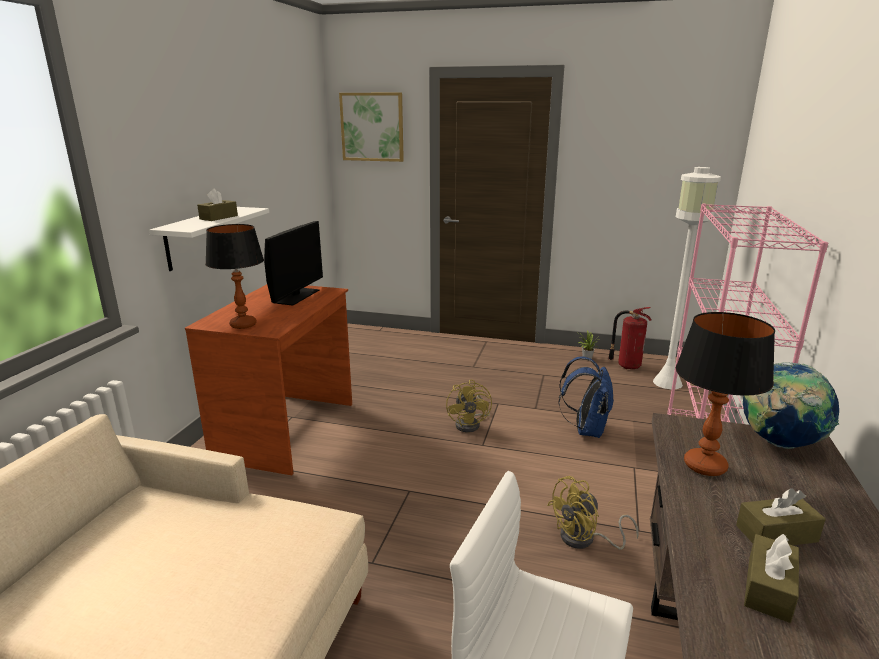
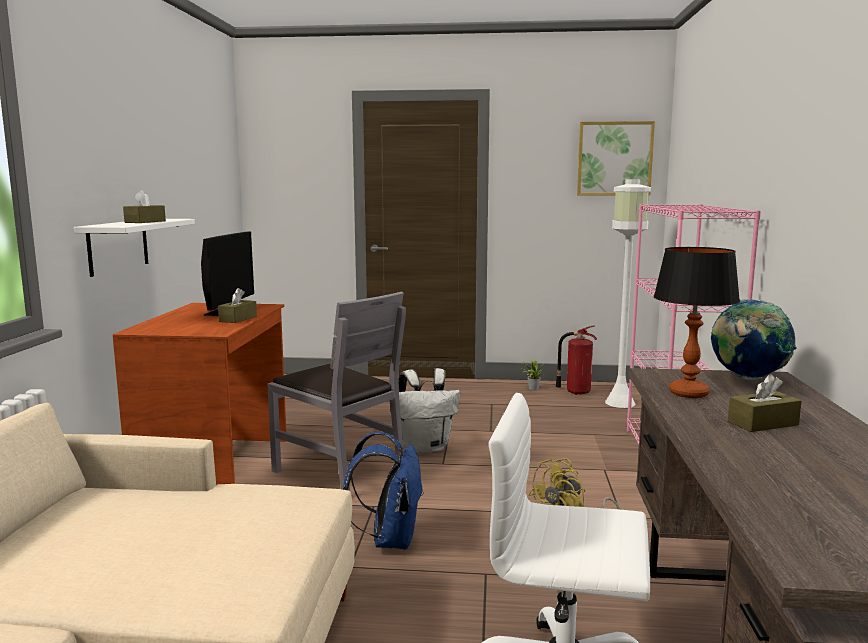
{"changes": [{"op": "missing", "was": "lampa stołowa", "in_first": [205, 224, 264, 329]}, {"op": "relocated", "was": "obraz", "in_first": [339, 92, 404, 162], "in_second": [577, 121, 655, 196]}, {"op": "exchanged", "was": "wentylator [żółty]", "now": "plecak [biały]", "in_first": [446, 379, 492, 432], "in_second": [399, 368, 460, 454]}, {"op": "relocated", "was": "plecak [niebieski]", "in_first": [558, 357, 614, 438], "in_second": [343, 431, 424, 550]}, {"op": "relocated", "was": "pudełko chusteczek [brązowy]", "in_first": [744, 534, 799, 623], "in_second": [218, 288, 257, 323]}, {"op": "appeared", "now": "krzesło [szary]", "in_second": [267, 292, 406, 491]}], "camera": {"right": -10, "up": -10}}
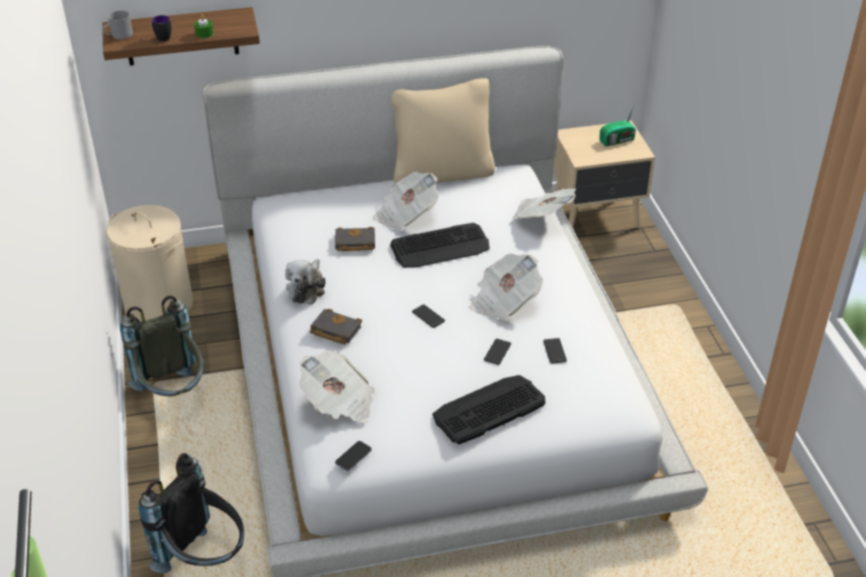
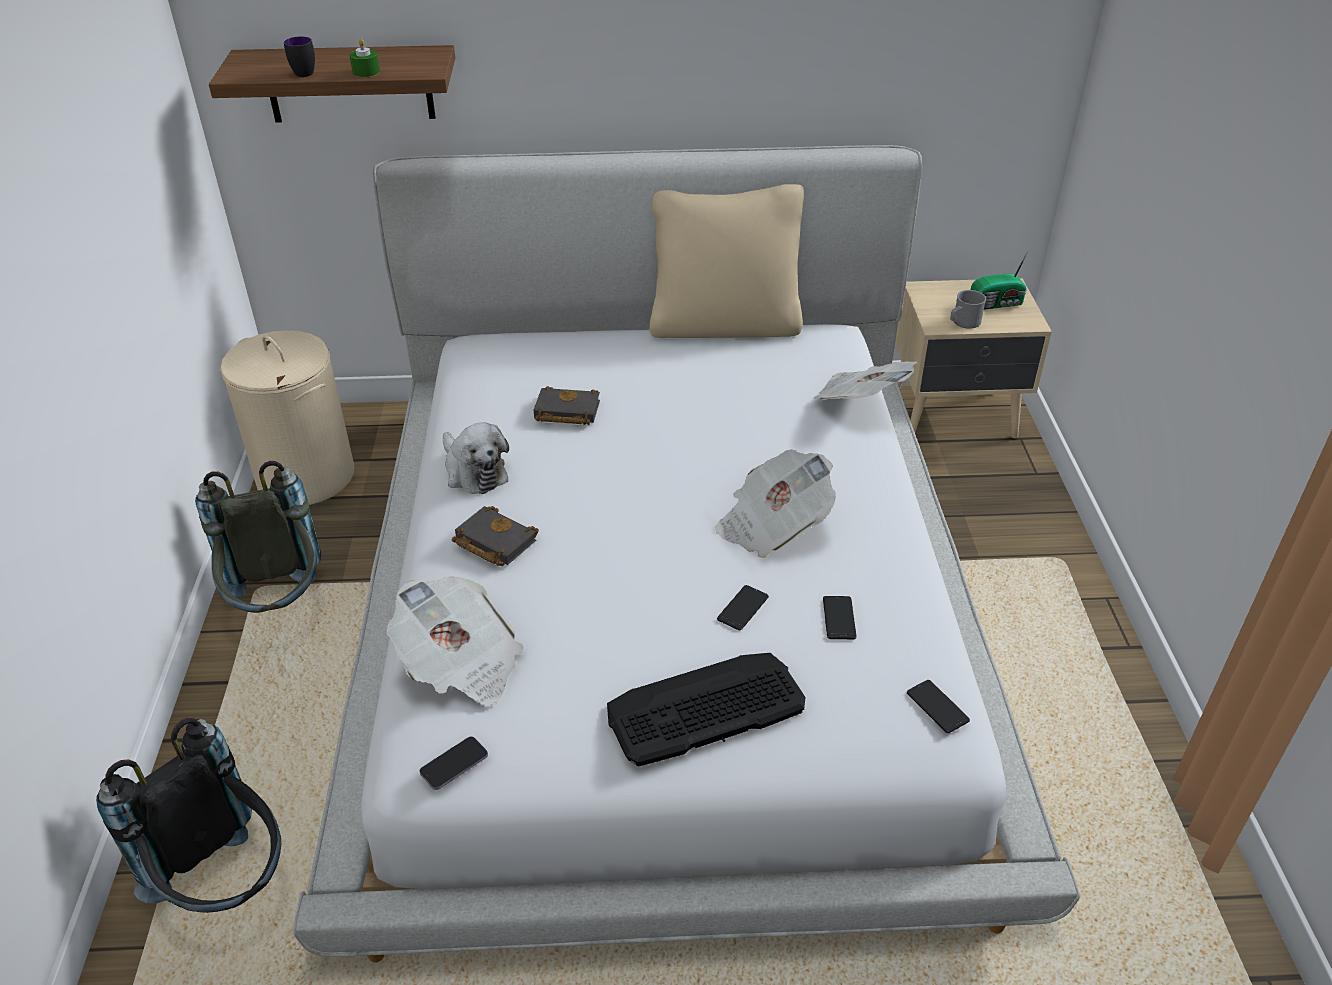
{"changes": [{"op": "relocated", "was": "kubek [szary]", "in_first": [103, 10, 133, 40], "in_second": [950, 290, 986, 329]}, {"op": "spun", "was": "pluszak", "in_first": [285, 258, 326, 304], "in_second": [443, 422, 509, 494], "clockwise": -60}, {"op": "missing", "was": "gazeta", "in_first": [373, 172, 439, 231]}, {"op": "missing", "was": "klawiatura", "in_first": [390, 223, 490, 267]}, {"op": "relocated", "was": "telefon", "in_first": [412, 304, 445, 328], "in_second": [907, 680, 970, 733]}], "camera": {"right": 10, "up": 0}}
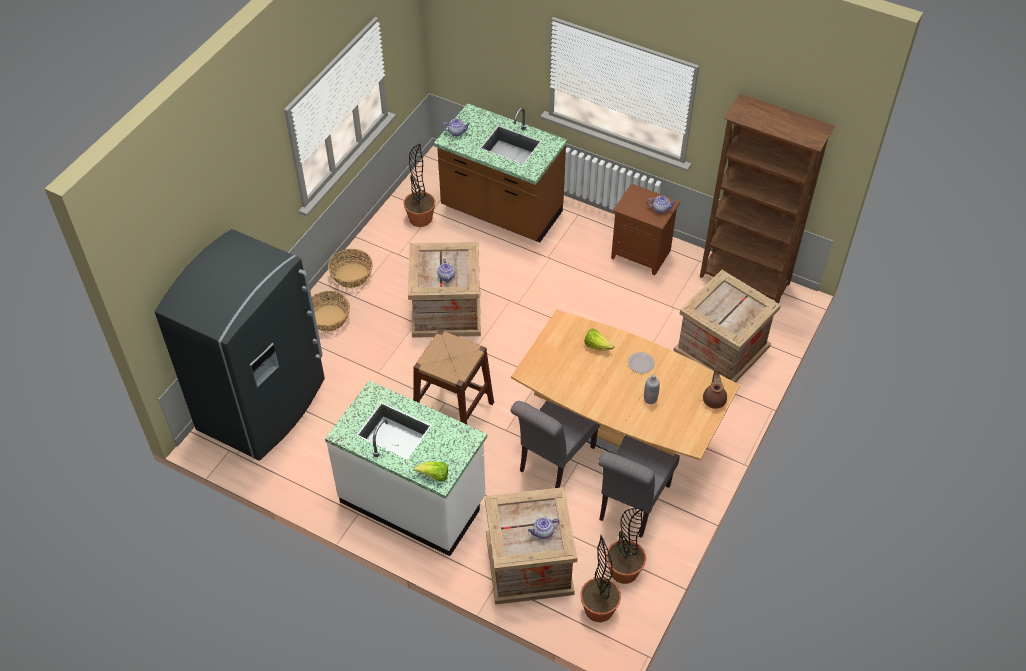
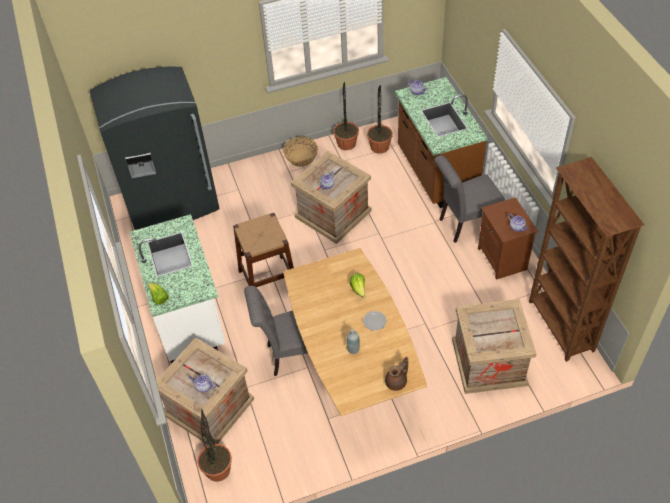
{"changes": [{"op": "missing", "was": "koszyk", "in_first": [312, 291, 350, 332]}, {"op": "relocated", "was": "krzesło [szary]", "in_first": [598, 435, 680, 538], "in_second": [434, 155, 505, 243]}, {"op": "relocated", "was": "roślina doniczkowa", "in_first": [606, 508, 646, 584], "in_second": [333, 82, 359, 150]}], "camera": {"right": 45, "up": 0}}
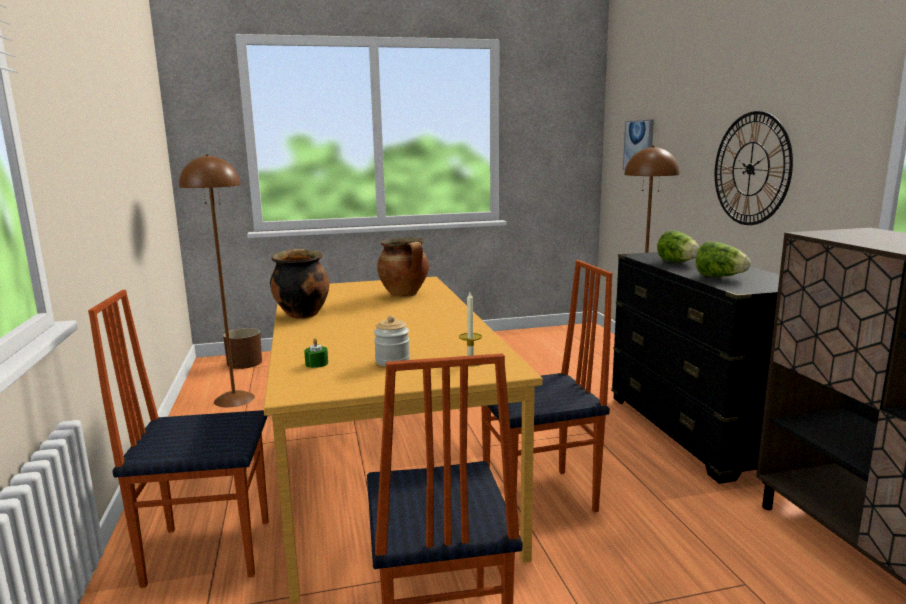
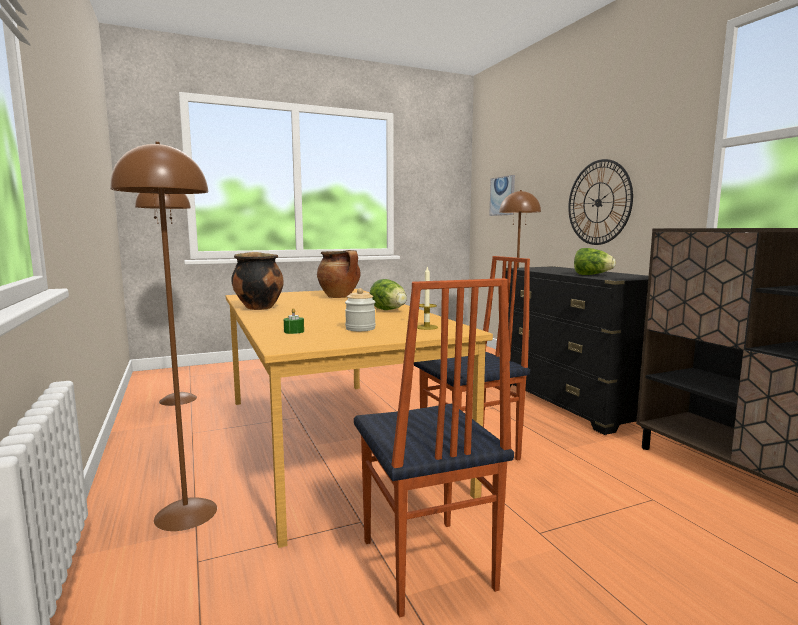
{"changes": [{"op": "exchanged", "was": "krzesło", "now": "lampa stojąca [brązowy]", "in_first": [88, 290, 269, 588], "in_second": [110, 142, 217, 531]}, {"op": "missing", "was": "donica [brązowy]", "in_first": [223, 328, 262, 369]}, {"op": "relocated", "was": "sałata", "in_first": [657, 230, 700, 262], "in_second": [370, 279, 407, 310]}], "camera": {"right": -10, "up": -5}}
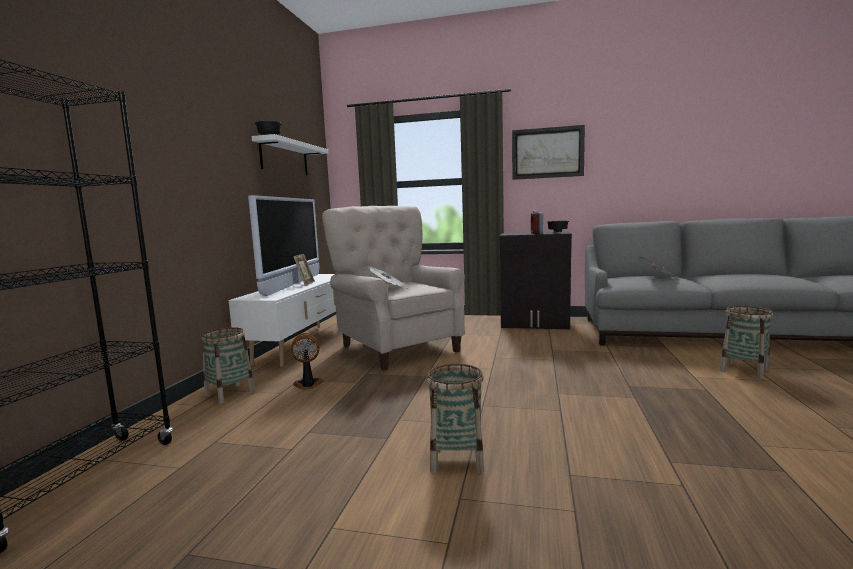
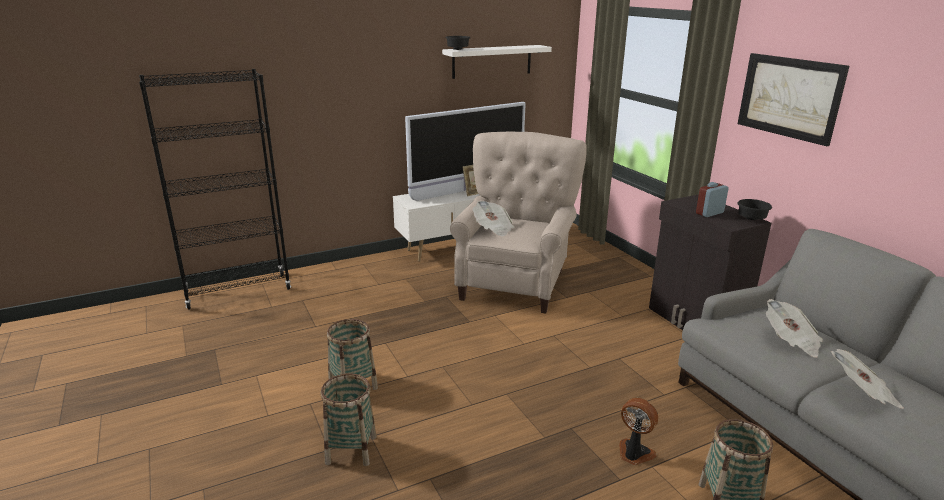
{"changes": [{"op": "relocated", "was": "koszyk", "in_first": [201, 327, 255, 404], "in_second": [320, 373, 376, 466]}, {"op": "relocated", "was": "wentylator", "in_first": [291, 333, 324, 390], "in_second": [619, 398, 658, 465]}, {"op": "appeared", "now": "gazeta", "in_second": [831, 349, 904, 409]}], "camera": {"right": 50, "up": 15}}
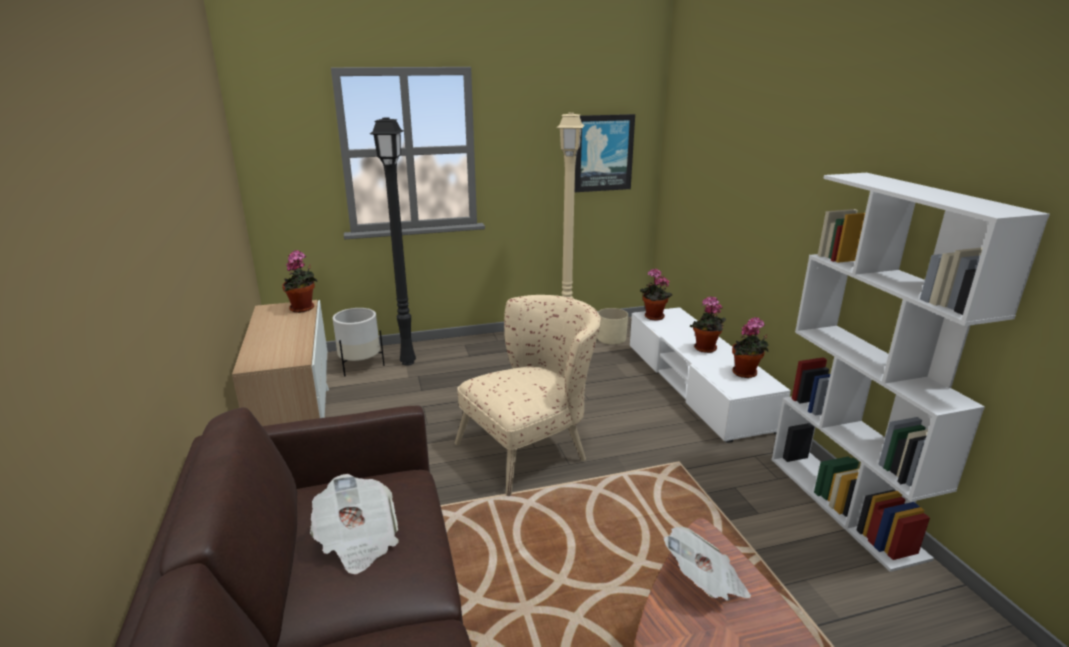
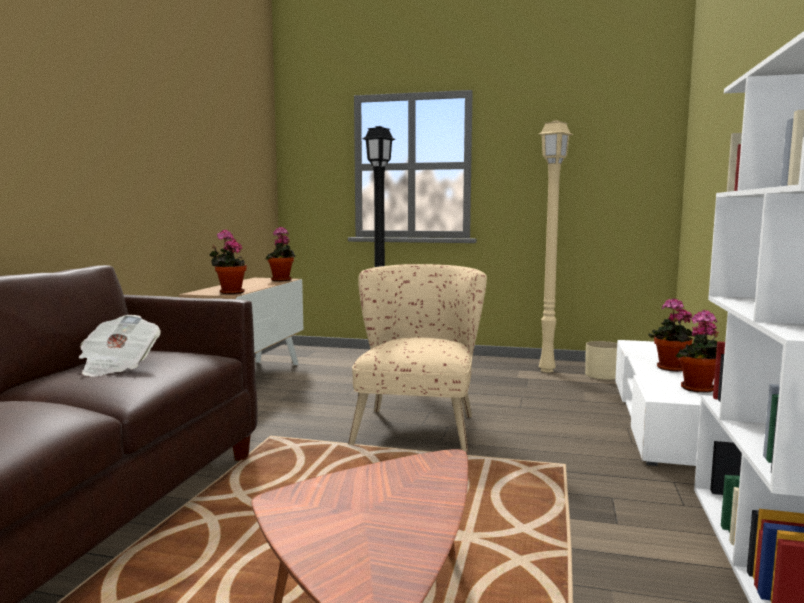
{"changes": [{"op": "missing", "was": "donica [biały]", "in_first": [333, 308, 385, 376]}, {"op": "spun", "was": "fotel [beżowy]", "in_first": [455, 295, 601, 496], "in_second": [348, 264, 487, 453], "clockwise": -75}, {"op": "missing", "was": "obraz", "in_first": [575, 114, 635, 192]}, {"op": "relocated", "was": "roślina doniczkowa", "in_first": [640, 268, 672, 320], "in_second": [210, 230, 247, 294]}, {"op": "missing", "was": "gazeta", "in_first": [664, 527, 751, 601]}], "camera": {"right": 30, "up": -15}}
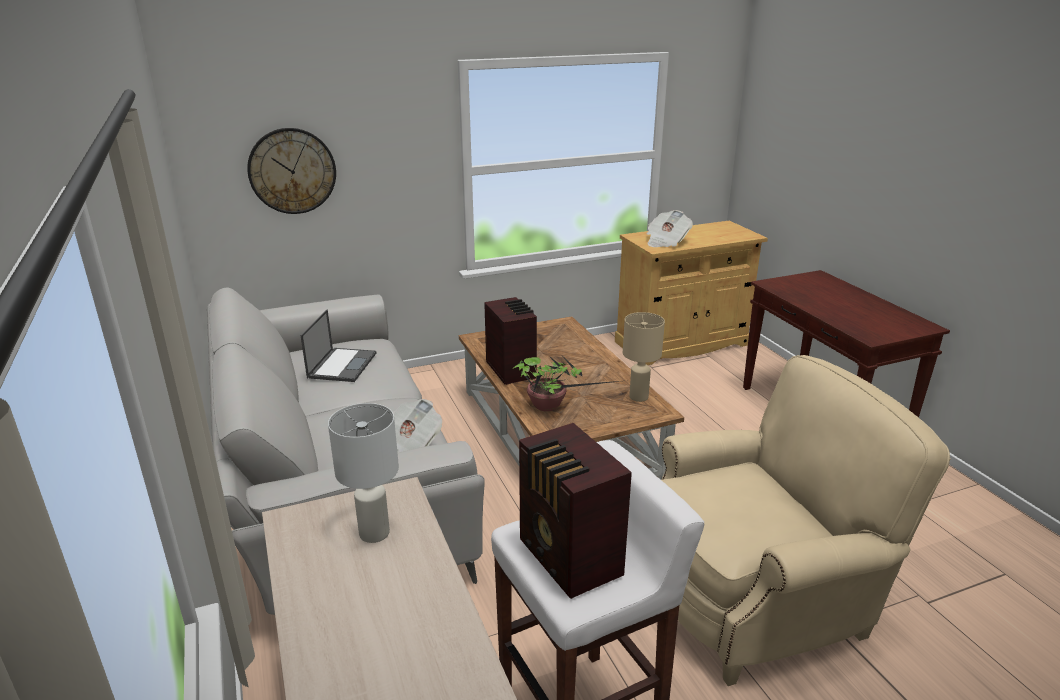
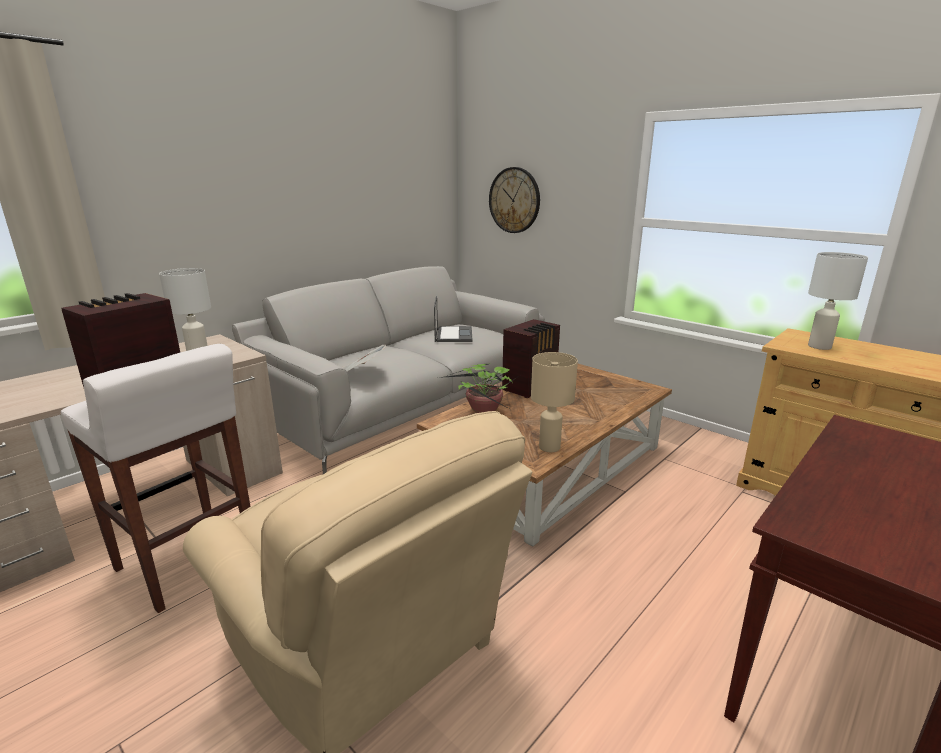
{"changes": [{"op": "spun", "was": "laptop", "in_first": [300, 310, 376, 382], "in_second": [434, 296, 473, 342], "clockwise": -75}, {"op": "exchanged", "was": "gazeta", "now": "lampa stołowa [biały]", "in_first": [646, 210, 693, 247], "in_second": [808, 252, 868, 350]}], "camera": {"right": 65, "up": -5}}
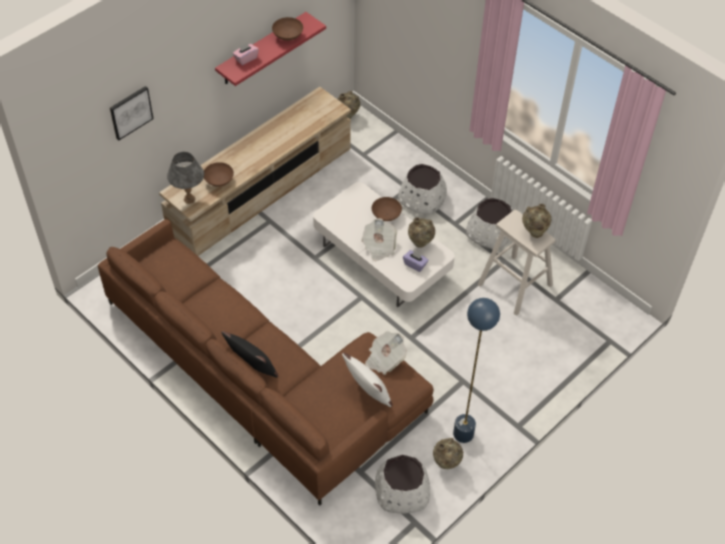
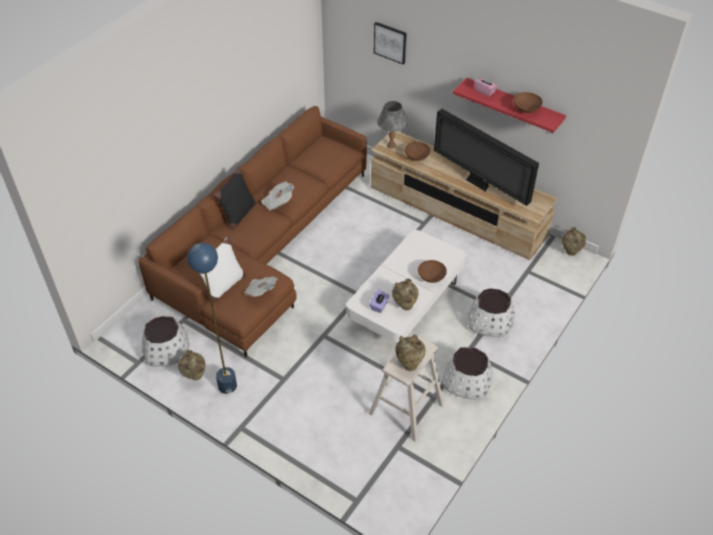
{"changes": [{"op": "relocated", "was": "gazeta", "in_first": [362, 218, 397, 261], "in_second": [261, 181, 294, 211]}, {"op": "appeared", "now": "telewizor", "in_second": [434, 109, 539, 206]}], "camera": {"right": 80, "up": -5}}
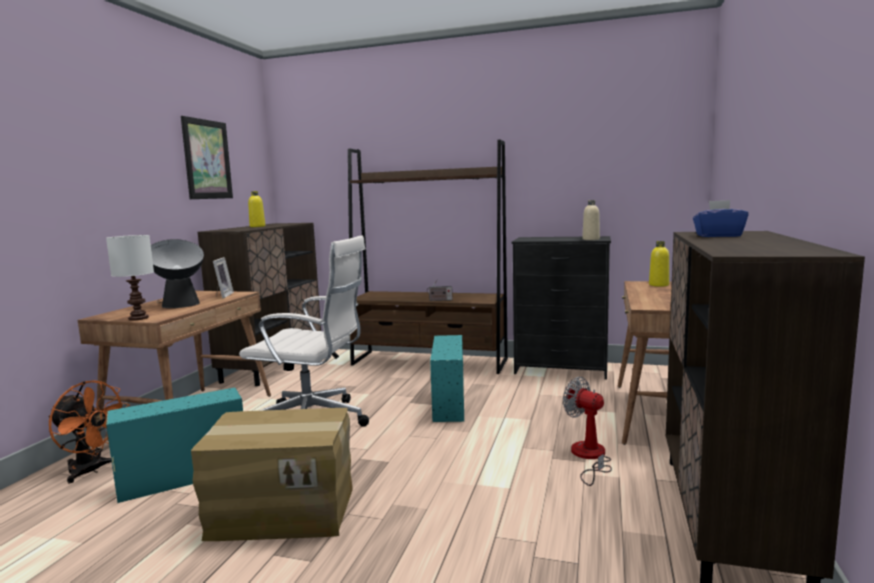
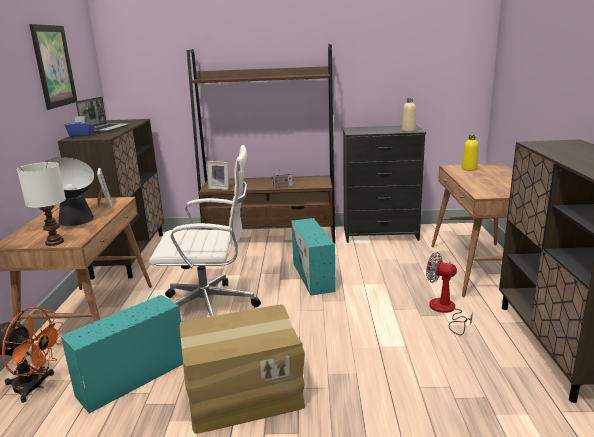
{"changes": [{"op": "exchanged", "was": "butelka [żółty]", "now": "laptop", "in_first": [248, 191, 265, 227], "in_second": [76, 97, 130, 133]}, {"op": "relocated", "was": "pudełko chusteczek [niebieski]", "in_first": [693, 200, 749, 237], "in_second": [65, 116, 95, 137]}, {"op": "appeared", "now": "ramka na zdjęcie", "in_second": [207, 161, 229, 190]}], "camera": {"right": -15, "up": 10}}
